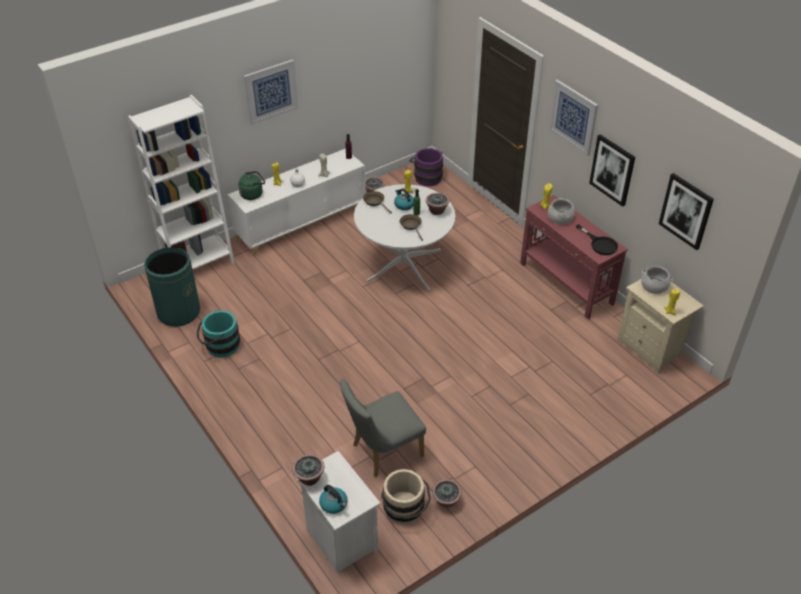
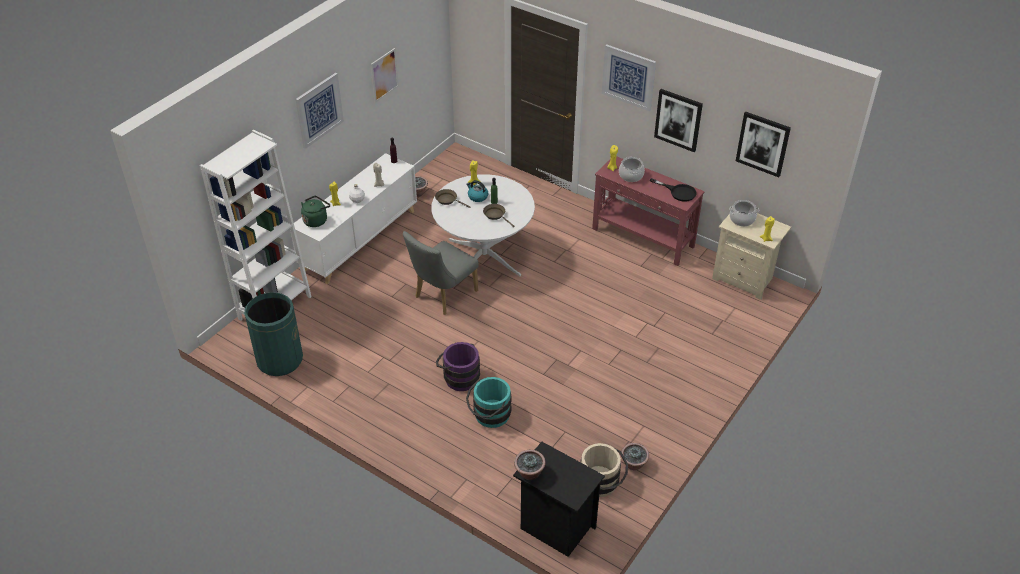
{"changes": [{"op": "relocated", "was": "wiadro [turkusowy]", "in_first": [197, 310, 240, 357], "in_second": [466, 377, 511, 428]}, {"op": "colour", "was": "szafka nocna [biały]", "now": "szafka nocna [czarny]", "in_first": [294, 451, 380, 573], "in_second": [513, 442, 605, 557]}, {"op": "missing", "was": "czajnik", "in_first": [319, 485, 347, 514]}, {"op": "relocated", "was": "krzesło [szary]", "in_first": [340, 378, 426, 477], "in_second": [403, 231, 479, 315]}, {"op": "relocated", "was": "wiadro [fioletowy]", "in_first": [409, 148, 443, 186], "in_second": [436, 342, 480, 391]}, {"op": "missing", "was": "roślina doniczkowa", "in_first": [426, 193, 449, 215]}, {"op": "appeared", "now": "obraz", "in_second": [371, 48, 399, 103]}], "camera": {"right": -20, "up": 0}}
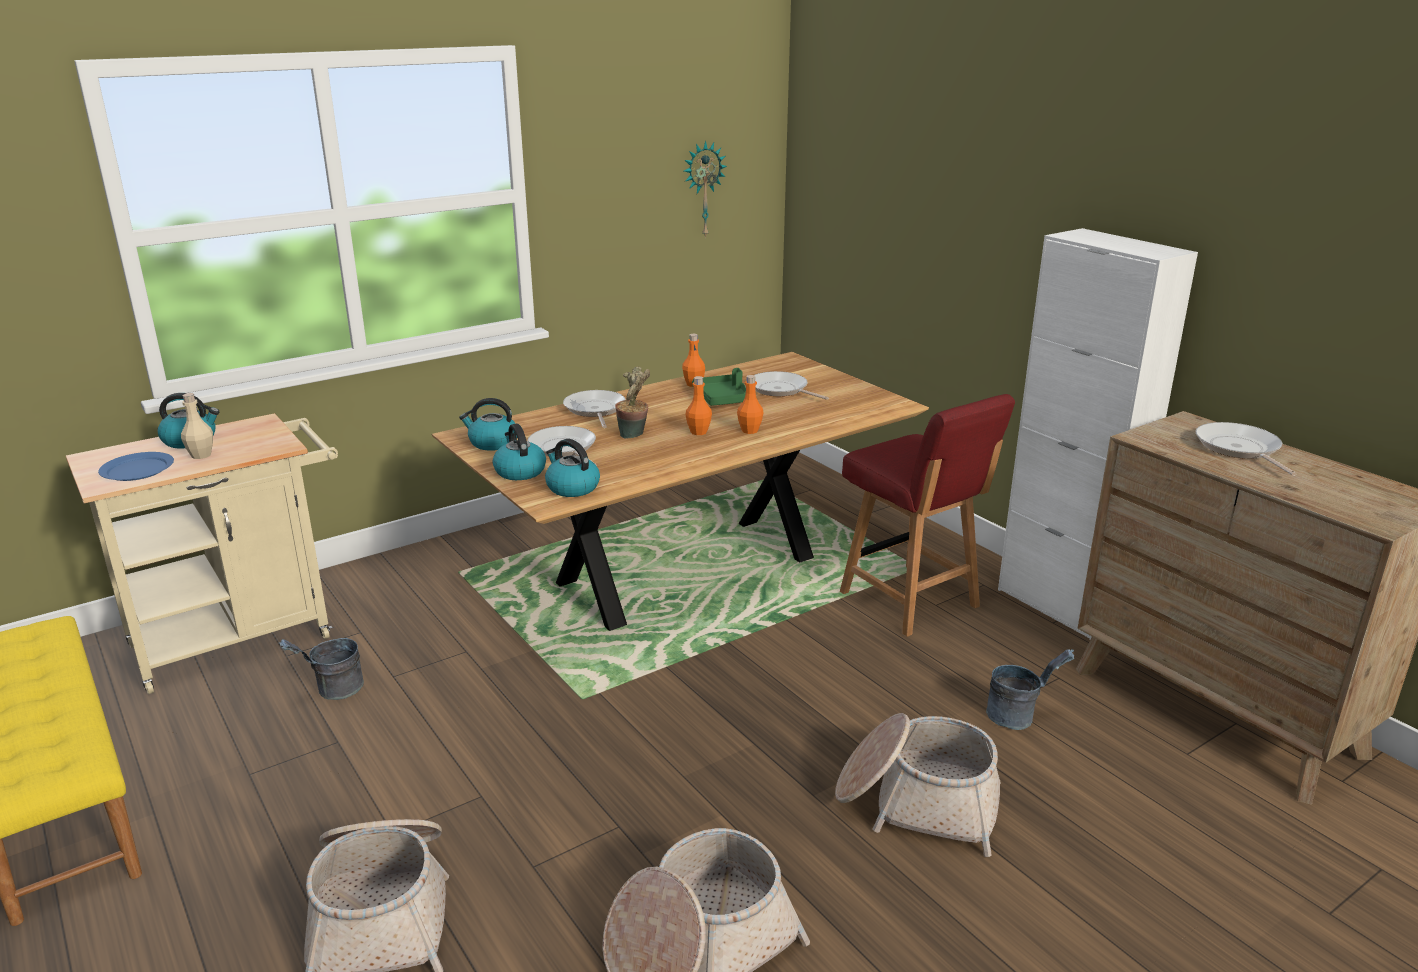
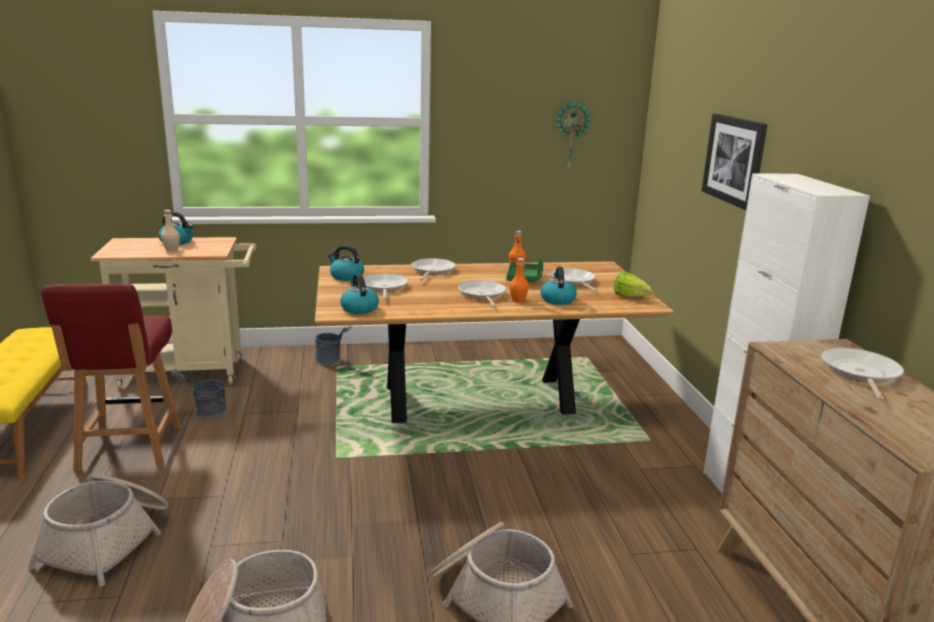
{"changes": [{"op": "missing", "was": "talerz [niebieski]", "in_first": [98, 452, 174, 481]}, {"op": "relocated", "was": "czajnik", "in_first": [493, 424, 546, 480], "in_second": [540, 267, 577, 305]}, {"op": "missing", "was": "roślina doniczkowa", "in_first": [615, 367, 650, 439]}, {"op": "exchanged", "was": "butelka [pomarańczowy]", "now": "patelnia", "in_first": [685, 376, 712, 435], "in_second": [458, 280, 506, 307]}, {"op": "relocated", "was": "krzesło [czerwony]", "in_first": [840, 394, 1015, 637], "in_second": [41, 284, 181, 471]}, {"op": "relocated", "was": "wiadro [szary]", "in_first": [986, 649, 1074, 730], "in_second": [315, 326, 352, 365]}, {"op": "appeared", "now": "sałata", "in_second": [614, 272, 653, 297]}, {"op": "appeared", "now": "obraz", "in_second": [702, 114, 768, 210]}], "camera": {"right": 25, "up": -5}}
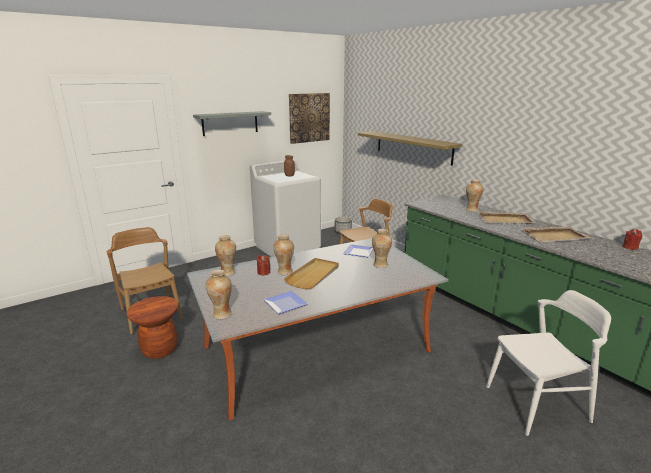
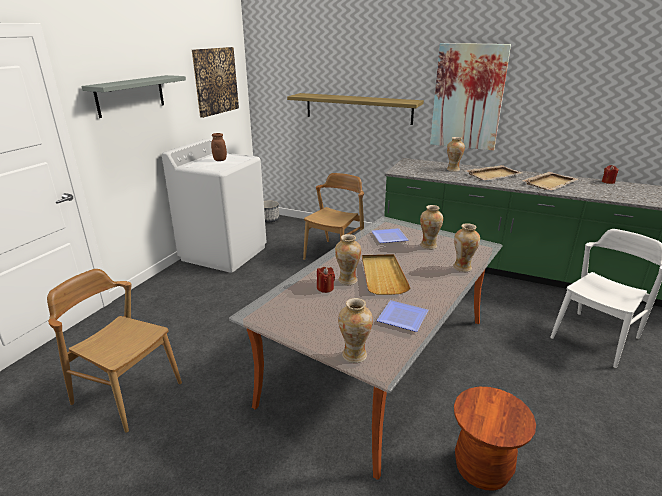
{"changes": [{"op": "relocated", "was": "stołek [brązowy]", "in_first": [127, 296, 178, 359], "in_second": [454, 387, 536, 491]}, {"op": "relocated", "was": "wazon", "in_first": [215, 235, 236, 276], "in_second": [453, 223, 480, 272]}, {"op": "appeared", "now": "obraz", "in_second": [430, 43, 511, 151]}], "camera": {"right": -30, "up": 5}}
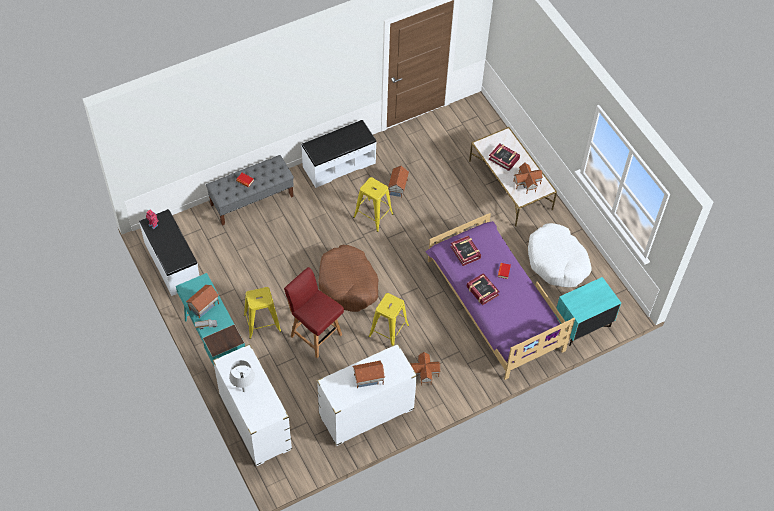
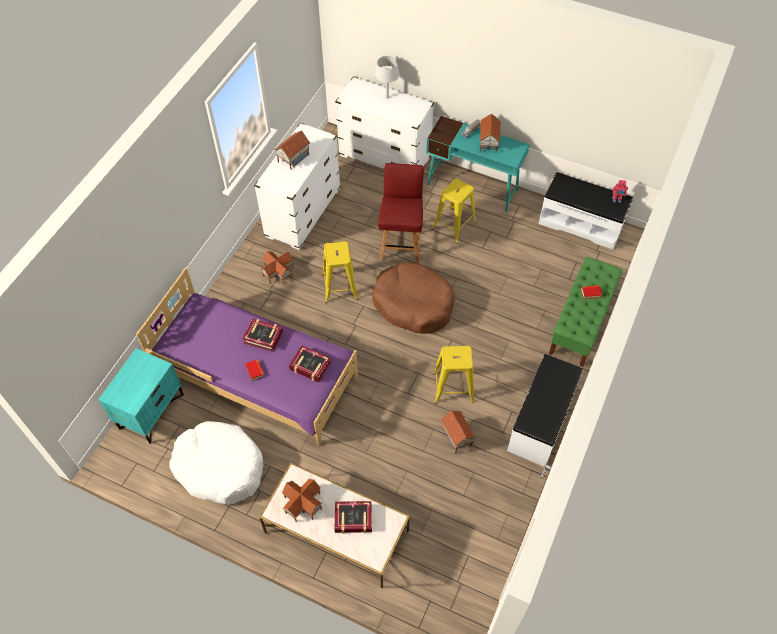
{"changes": [{"op": "colour", "was": "ławka [szary]", "now": "ławka [zielony]", "in_first": [206, 155, 294, 226], "in_second": [549, 257, 623, 367]}, {"op": "spun", "was": "krzesło [czerwony]", "in_first": [284, 267, 344, 358], "in_second": [378, 163, 424, 263], "clockwise": -90}], "camera": {"right": 145, "up": 0}}
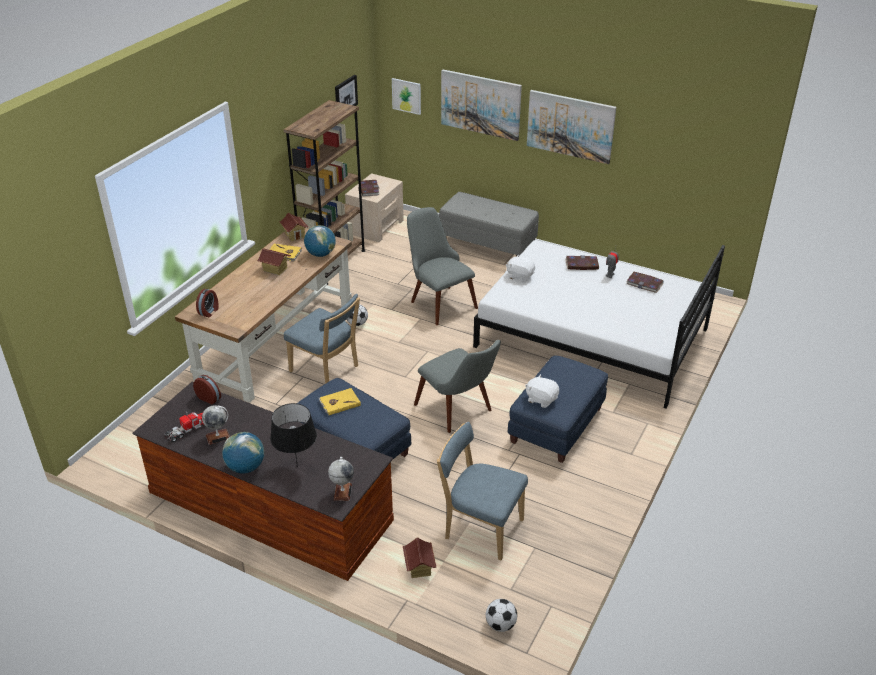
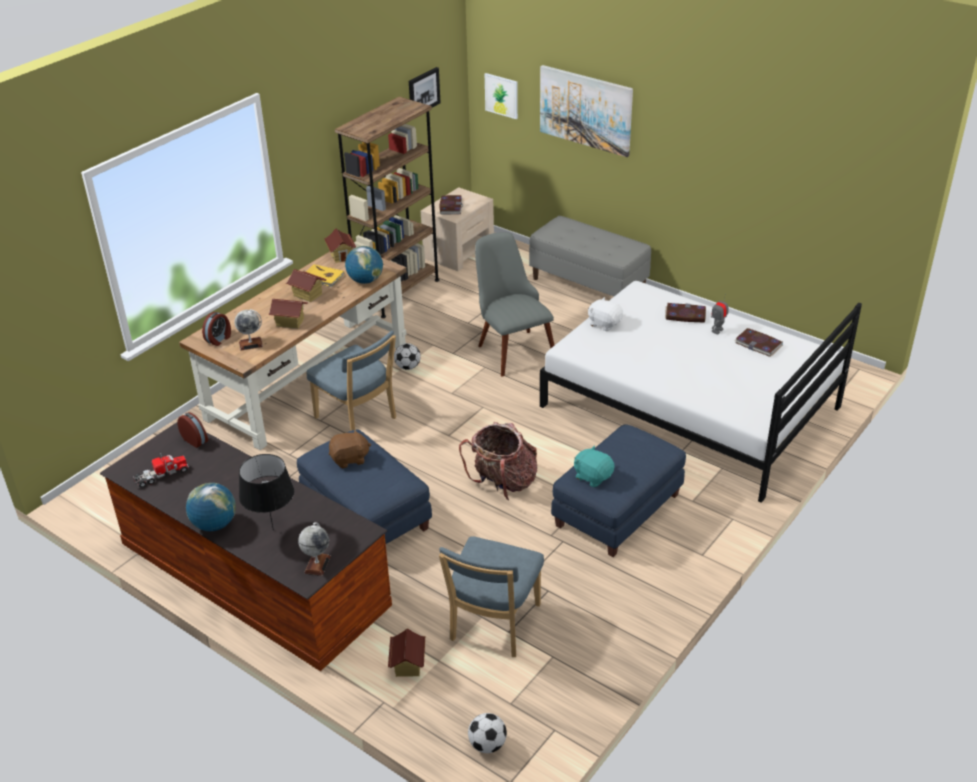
{"changes": [{"op": "relocated", "was": "globus", "in_first": [202, 405, 230, 445], "in_second": [234, 309, 263, 351]}, {"op": "exchanged", "was": "książka [żółty]", "now": "pluszak [brązowy]", "in_first": [319, 388, 361, 415], "in_second": [329, 429, 371, 468]}, {"op": "exchanged", "was": "krzesło [szary]", "now": "plecak", "in_first": [414, 340, 501, 433], "in_second": [459, 422, 537, 500]}, {"op": "spun", "was": "krzesło [niebieski]", "in_first": [437, 422, 528, 560], "in_second": [439, 536, 544, 657], "clockwise": -105}, {"op": "colour", "was": "pluszak [biały]", "now": "pluszak [turkusowy]", "in_first": [525, 374, 559, 408], "in_second": [574, 446, 615, 487]}, {"op": "missing", "was": "obraz", "in_first": [527, 90, 616, 164]}, {"op": "appeared", "now": "domek", "in_second": [268, 299, 308, 329]}], "camera": {"right": 10, "up": 0}}
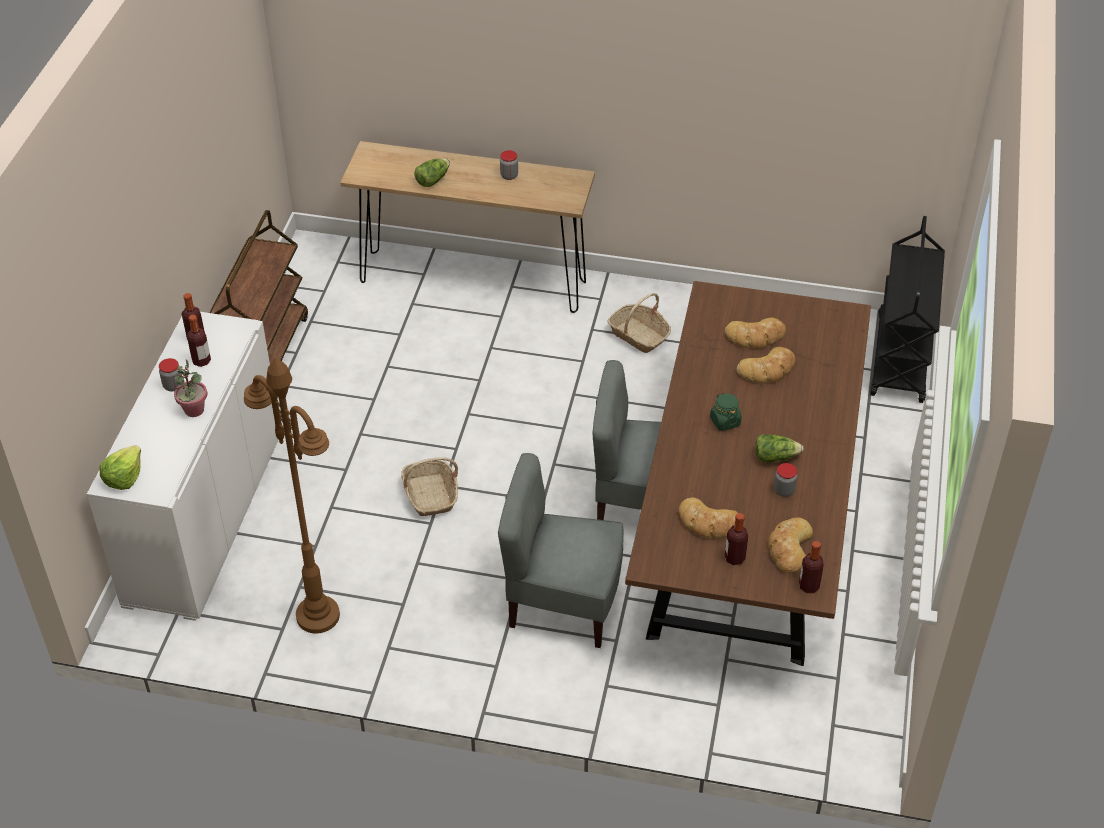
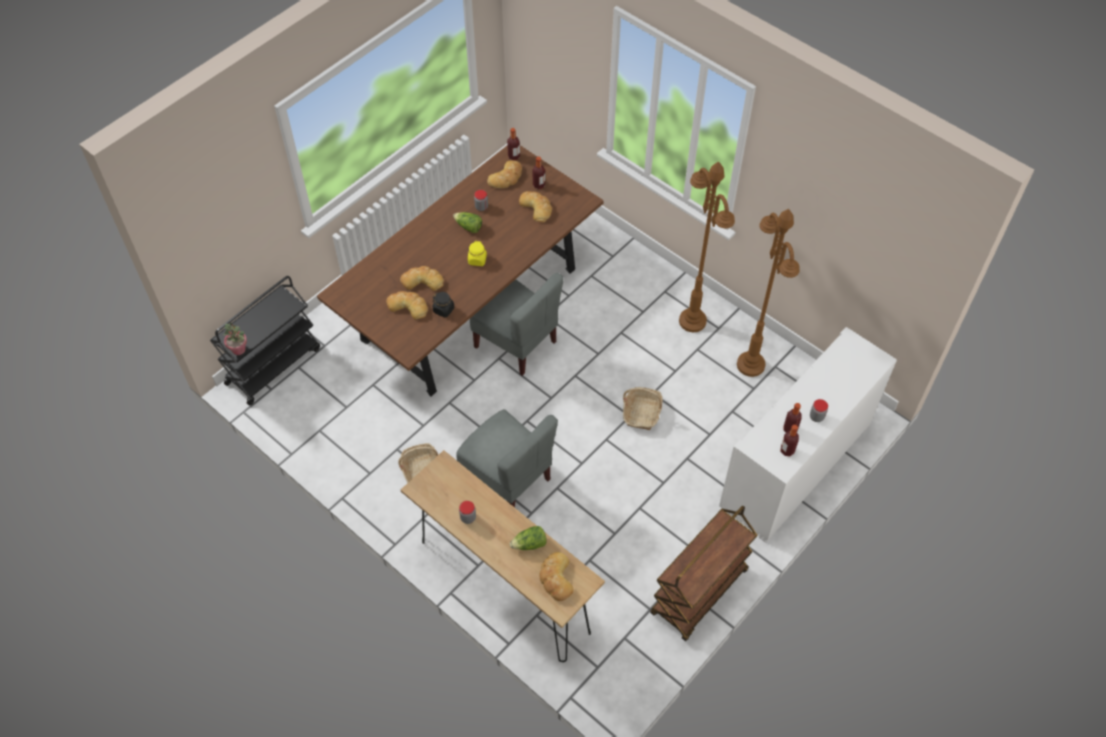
{"changes": [{"op": "missing", "was": "sałata", "in_first": [99, 445, 141, 490]}, {"op": "relocated", "was": "roślina doniczkowa", "in_first": [174, 359, 207, 417], "in_second": [224, 323, 247, 355]}, {"op": "relocated", "was": "krzesło [szary]", "in_first": [498, 453, 624, 648], "in_second": [456, 409, 558, 507]}, {"op": "colour", "was": "słoik [zielony]", "now": "słoik [żółty]", "in_first": [710, 393, 742, 431], "in_second": [468, 241, 487, 266]}, {"op": "appeared", "now": "słoik [czarny]", "in_second": [432, 292, 455, 318]}, {"op": "appeared", "now": "chleb", "in_second": [540, 552, 574, 601]}, {"op": "appeared", "now": "lampa stojąca [brązowy]", "in_second": [679, 162, 735, 332]}], "camera": {"right": -150, "up": 10}}
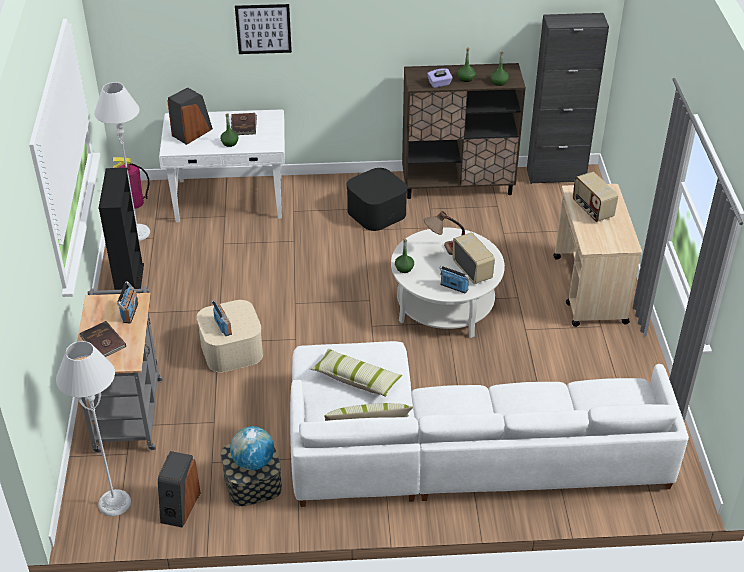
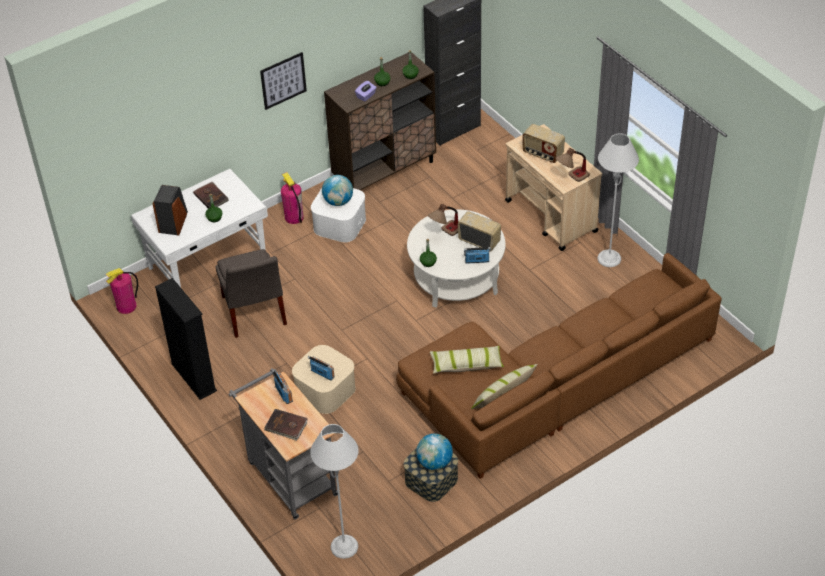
{"changes": [{"op": "relocated", "was": "lampa stojąca [szary]", "in_first": [94, 82, 150, 241], "in_second": [598, 133, 639, 267]}, {"op": "missing", "was": "głośnik", "in_first": [158, 451, 201, 528]}, {"op": "relocated", "was": "obraz", "in_first": [235, 4, 292, 54], "in_second": [260, 52, 307, 110]}, {"op": "colour", "was": "kanapa [biały]", "now": "kanapa [brązowy]", "in_first": [290, 341, 689, 507], "in_second": [396, 253, 722, 479]}, {"op": "colour", "was": "pojemnik do przechowywania [czarny]", "now": "pojemnik do przechowywania [biały]", "in_first": [346, 168, 408, 231], "in_second": [311, 188, 366, 242]}, {"op": "appeared", "now": "krzesło [szary]", "in_second": [216, 249, 287, 338]}, {"op": "appeared", "now": "gaśnica", "in_second": [281, 172, 304, 224]}, {"op": "appeared", "now": "globus", "in_second": [322, 175, 353, 206]}, {"op": "appeared", "now": "lampa stołowa", "in_second": [555, 148, 590, 182]}], "camera": {"right": -30, "up": 5}}
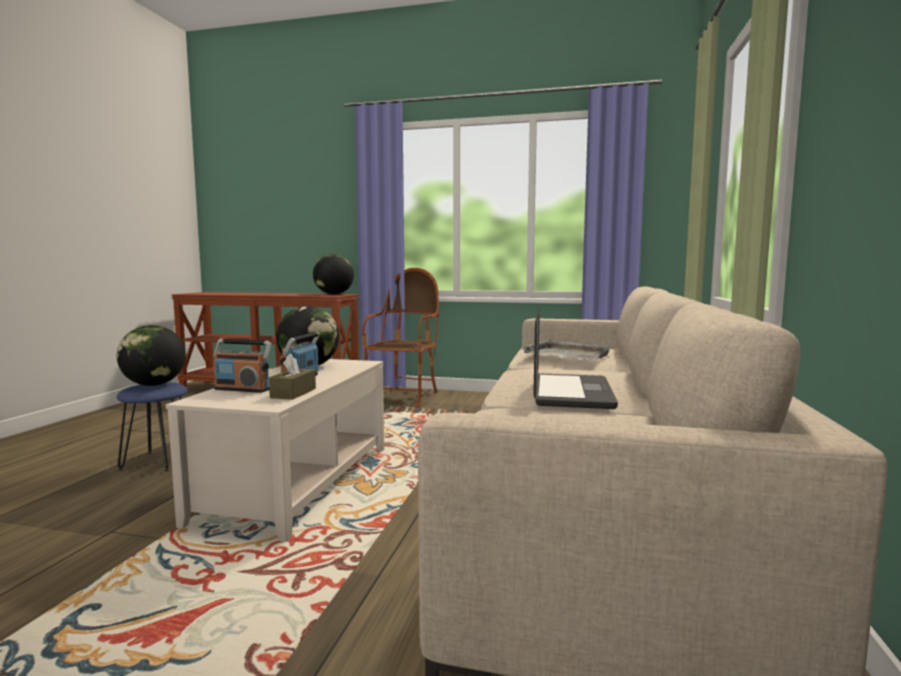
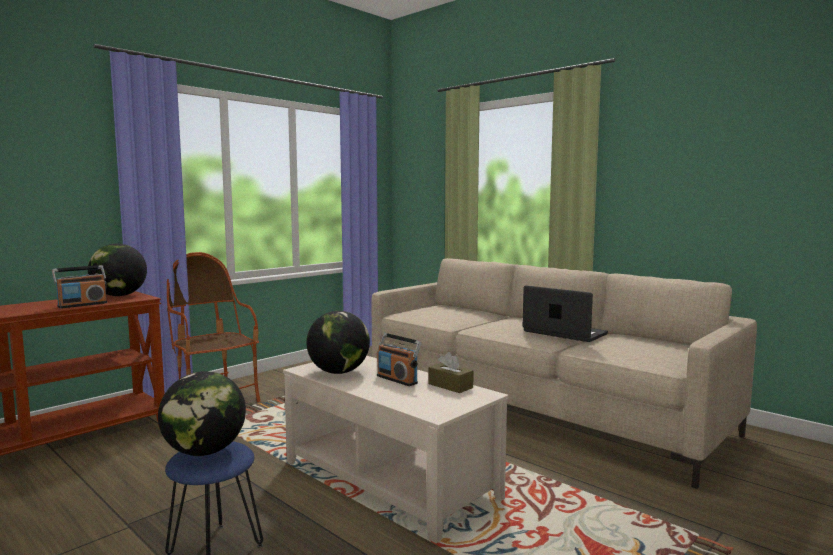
{"changes": [{"op": "relocated", "was": "radio", "in_first": [213, 339, 271, 393], "in_second": [52, 265, 107, 309]}, {"op": "missing", "was": "taca [szary]", "in_first": [521, 339, 612, 361]}], "camera": {"right": -60, "up": 0}}
